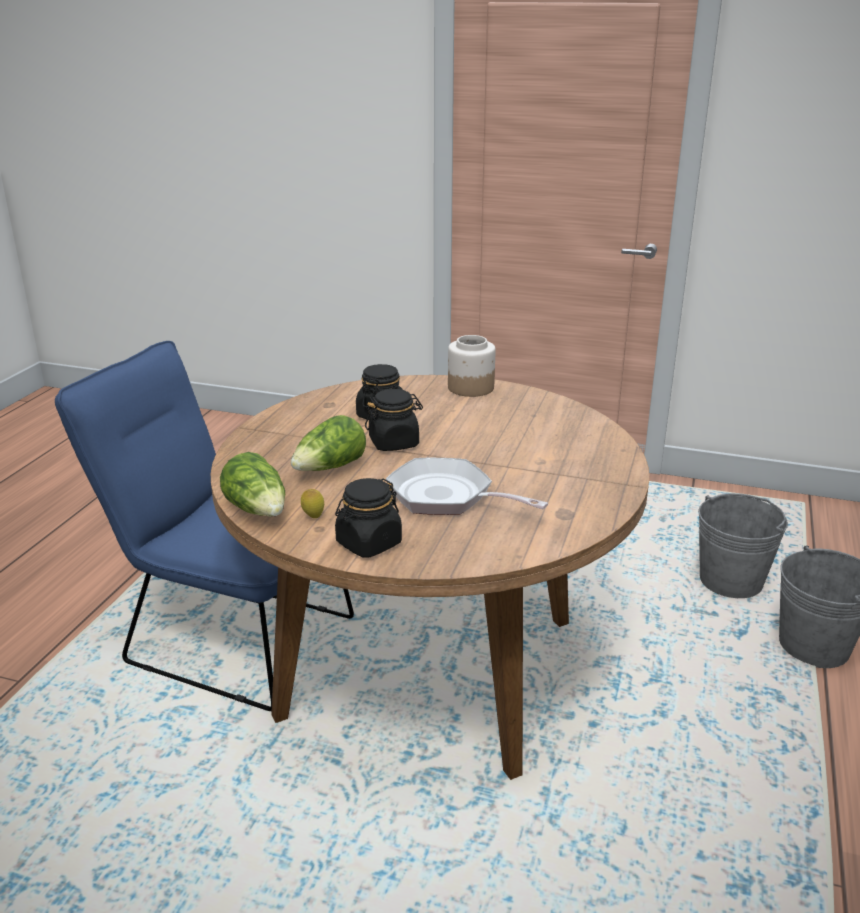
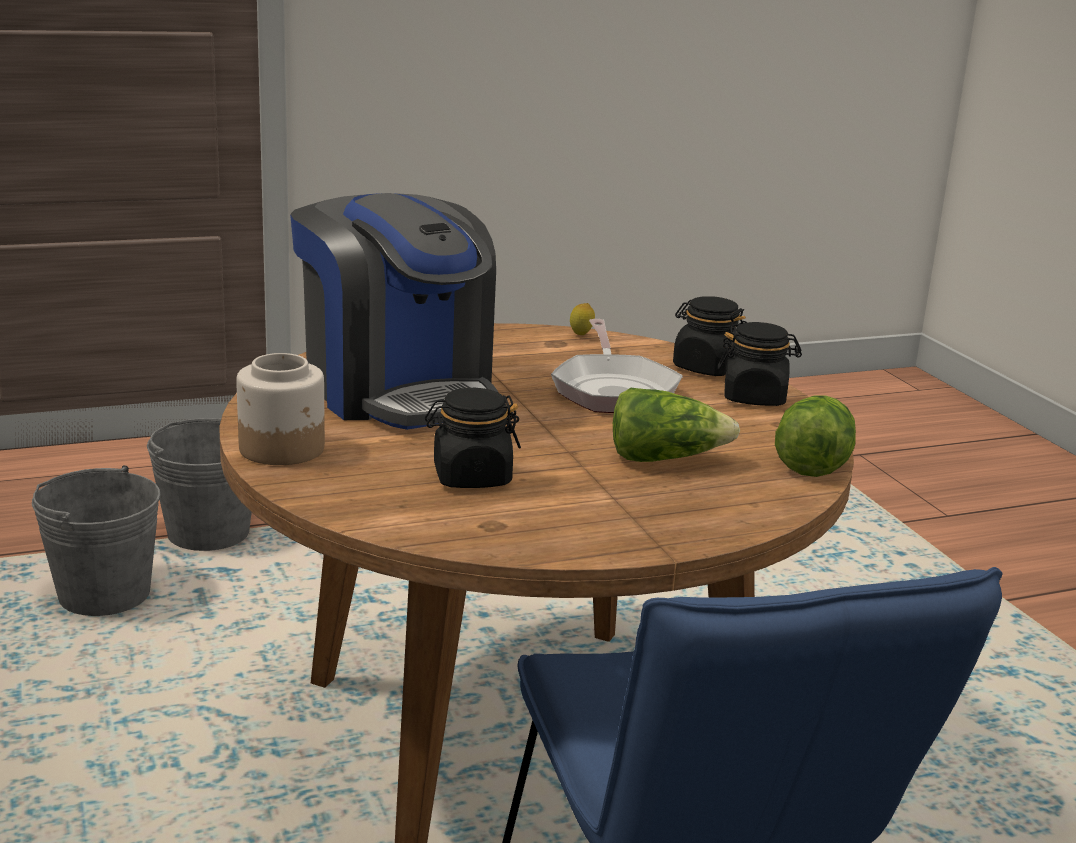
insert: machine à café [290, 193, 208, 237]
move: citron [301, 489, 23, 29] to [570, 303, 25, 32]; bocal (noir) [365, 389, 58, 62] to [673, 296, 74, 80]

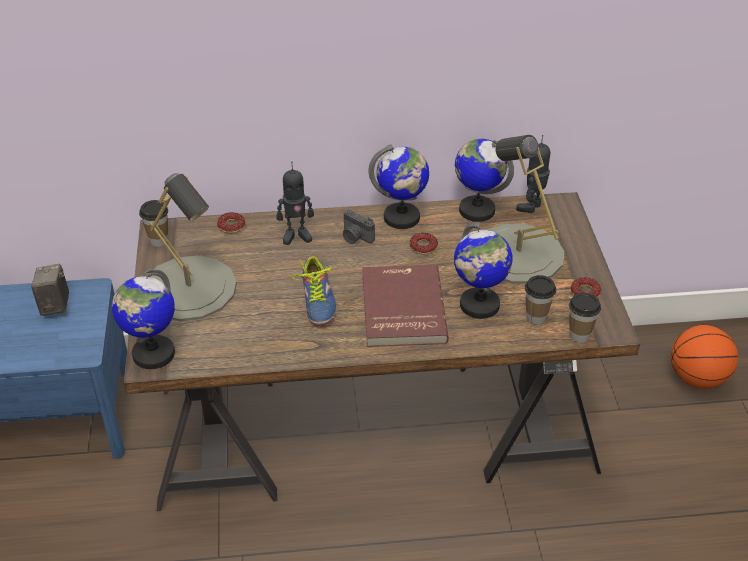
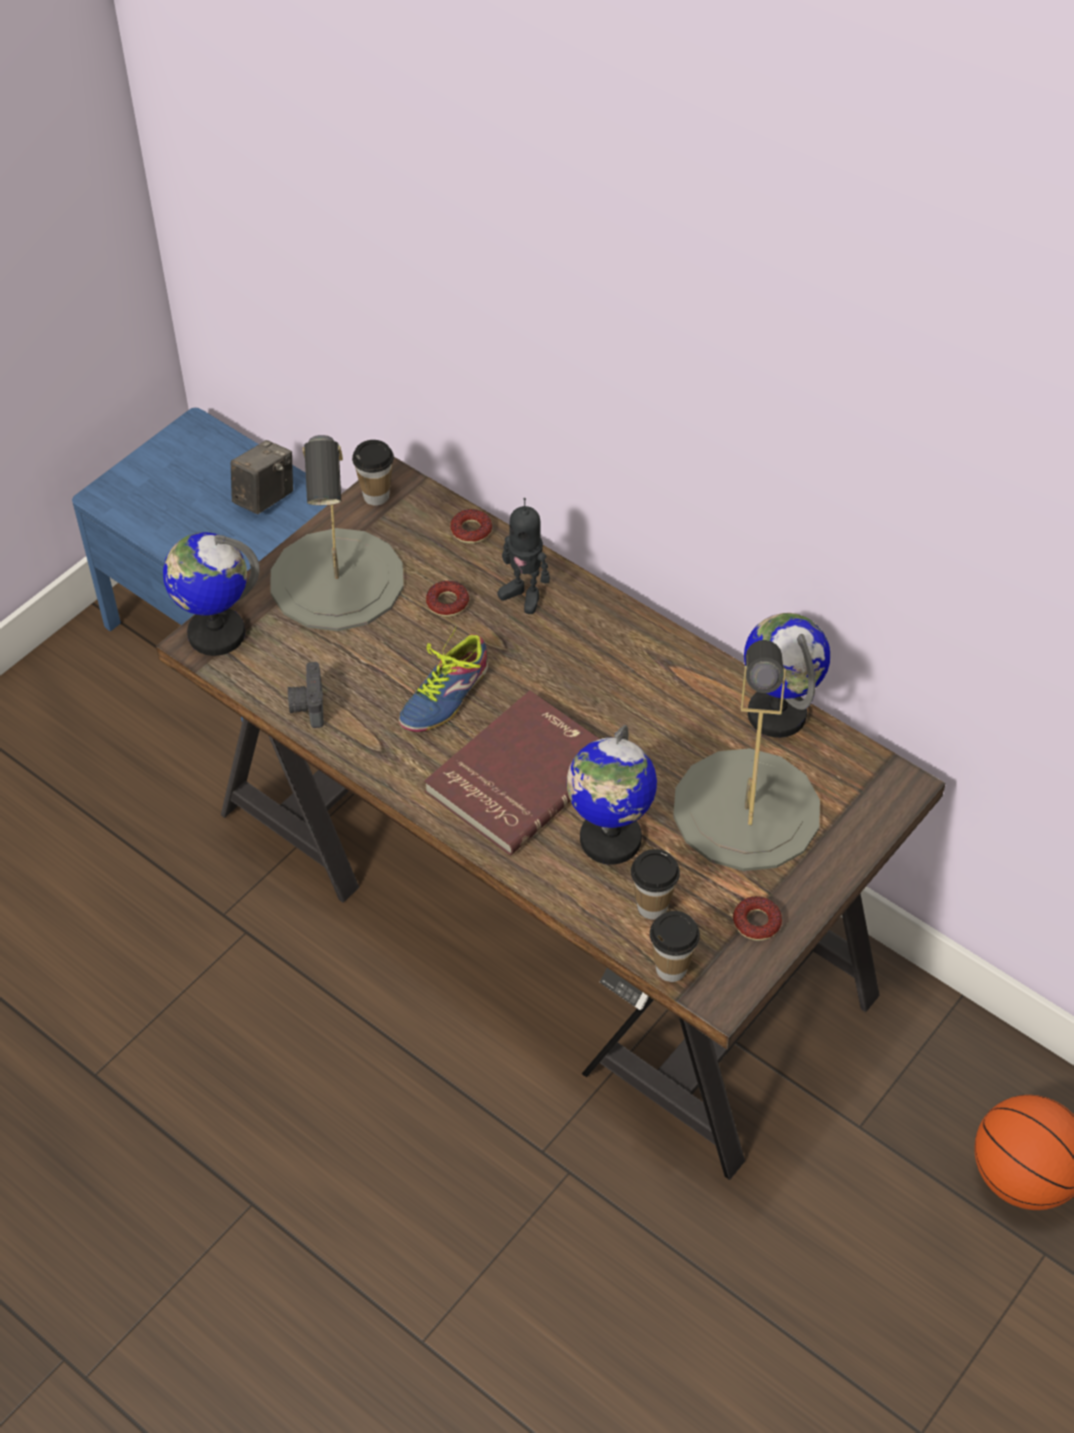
delete: globe [368, 144, 61, 85]; robot jouet [516, 135, 34, 78]
move: appareil photo [343, 210, 32, 34] to [288, 662, 36, 66]; beignet [409, 233, 29, 22] to [426, 581, 43, 36]

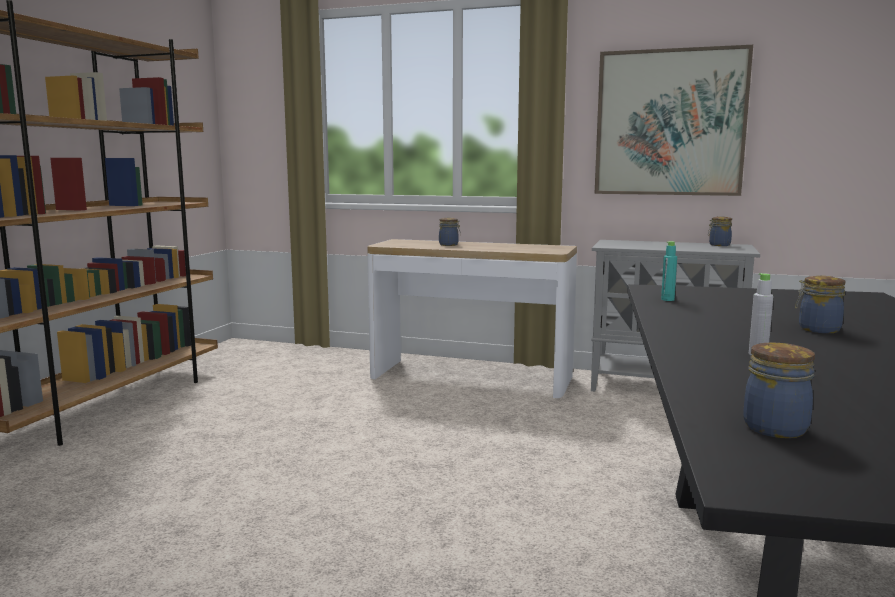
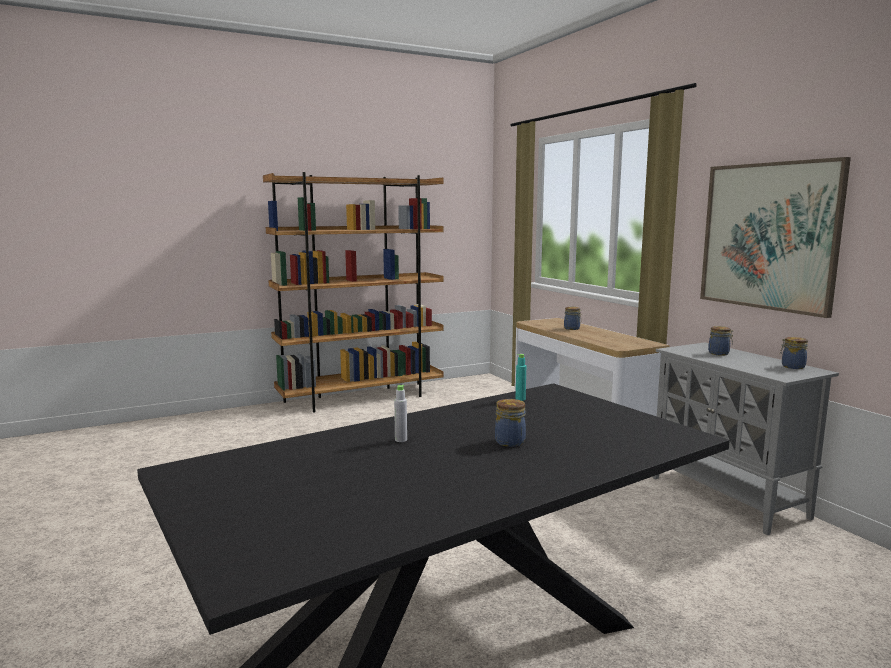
move: bocal [743, 343, 72, 95] to [708, 326, 25, 30]

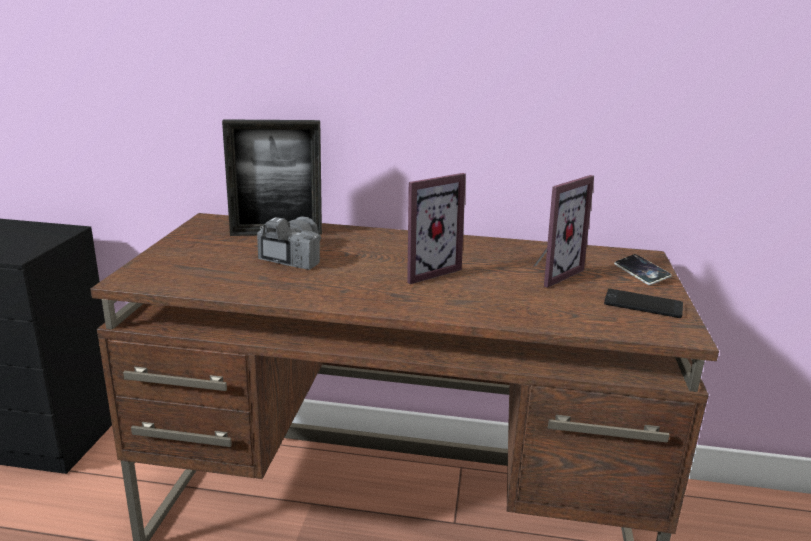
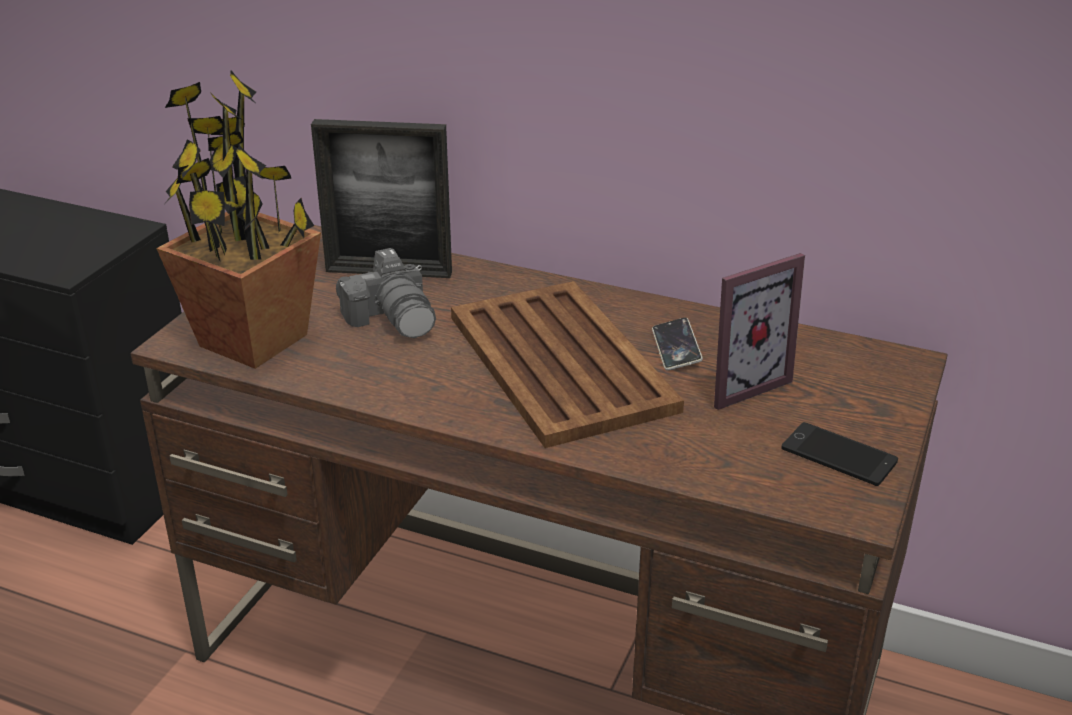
insert: plante en pot [156, 71, 165, 298]
move: téléphone [614, 254, 58, 31] to [652, 318, 51, 53]
replace: cadre photo [407, 173, 59, 111] to plateau (marron) [451, 281, 233, 167]
rotate: appareil photo [257, 217, 64, 53] = [336, 248, 100, 90] 120 degrees clockwise

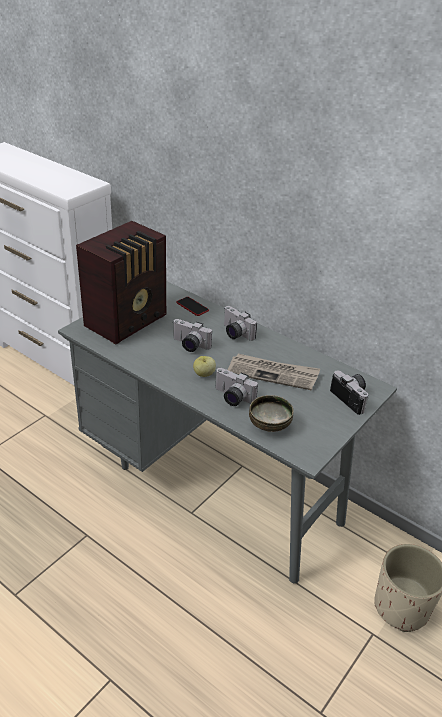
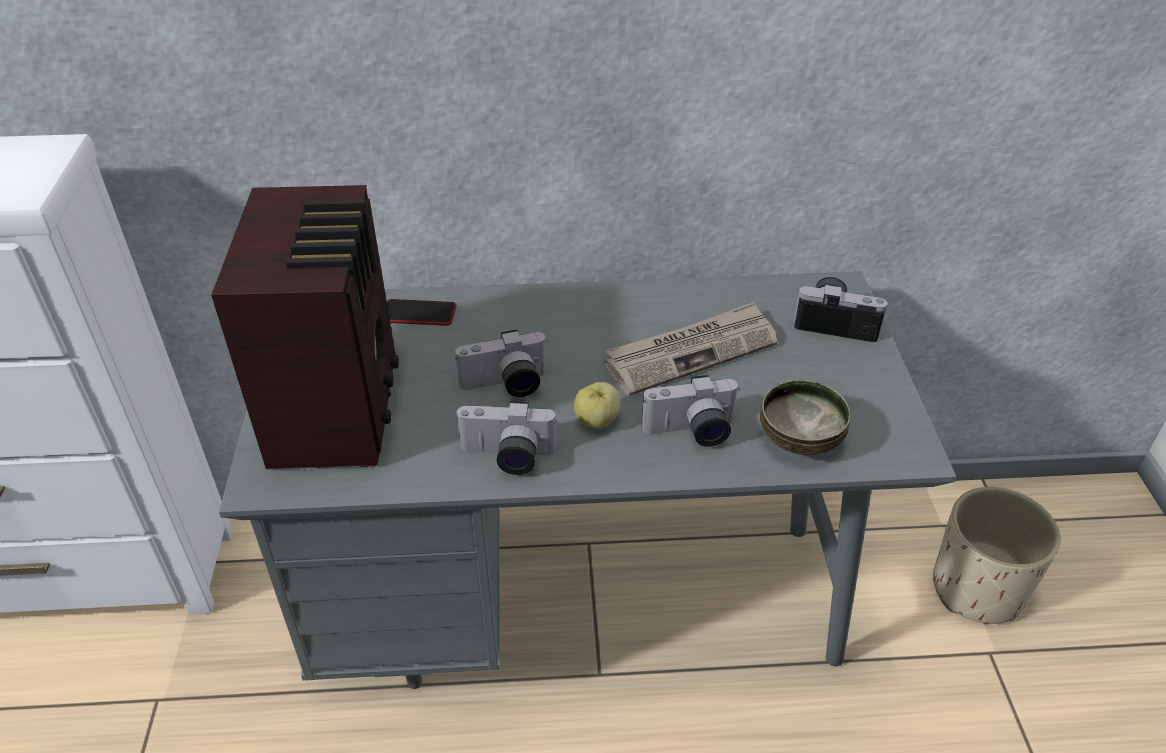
move: appareil photo [224, 306, 33, 35] to [455, 401, 102, 74]

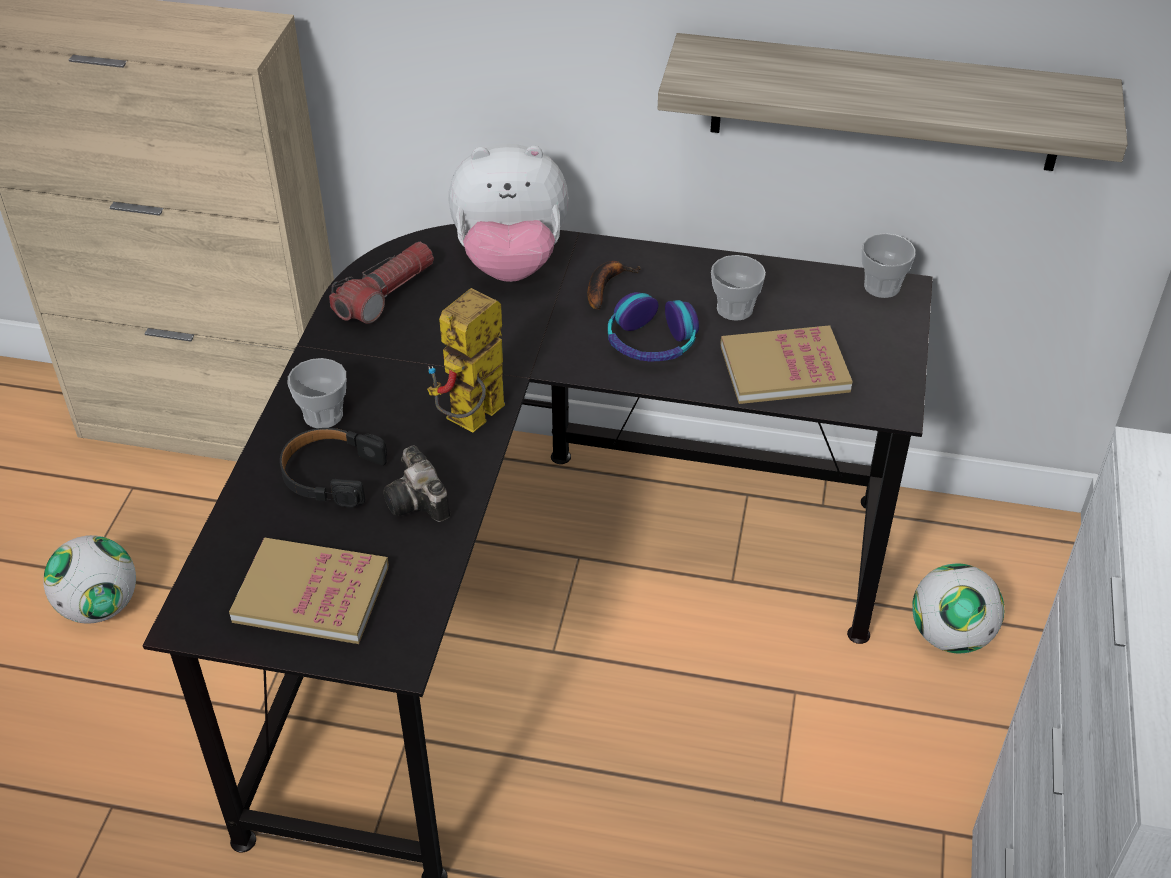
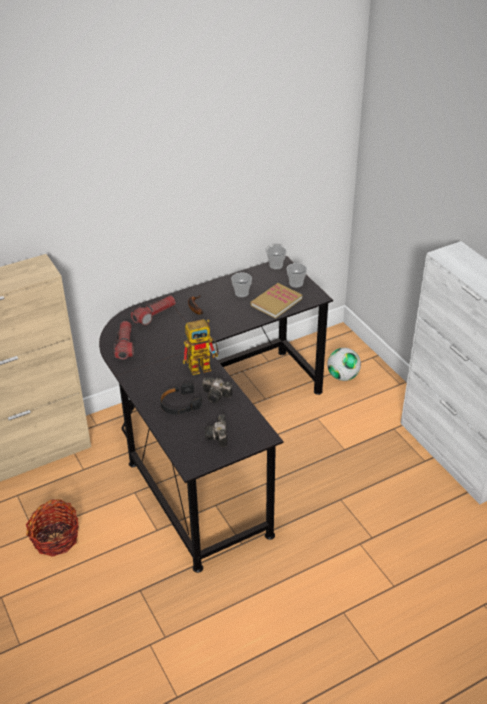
delete: casque audio [608, 292, 91, 69]; étagère [658, 33, 470, 138]
move: tasse [288, 358, 58, 70] to [287, 263, 20, 25]
replace: ballon de foot [43, 535, 93, 89] to panier [26, 499, 53, 58]; livre [229, 538, 160, 106] to appareil photo [205, 414, 22, 33]; peluche [449, 144, 120, 138] to lampe de poche [131, 295, 45, 30]
rotate: robot jouet [427, 288, 78, 145] = [183, 319, 36, 56] 105 degrees counterclockwise

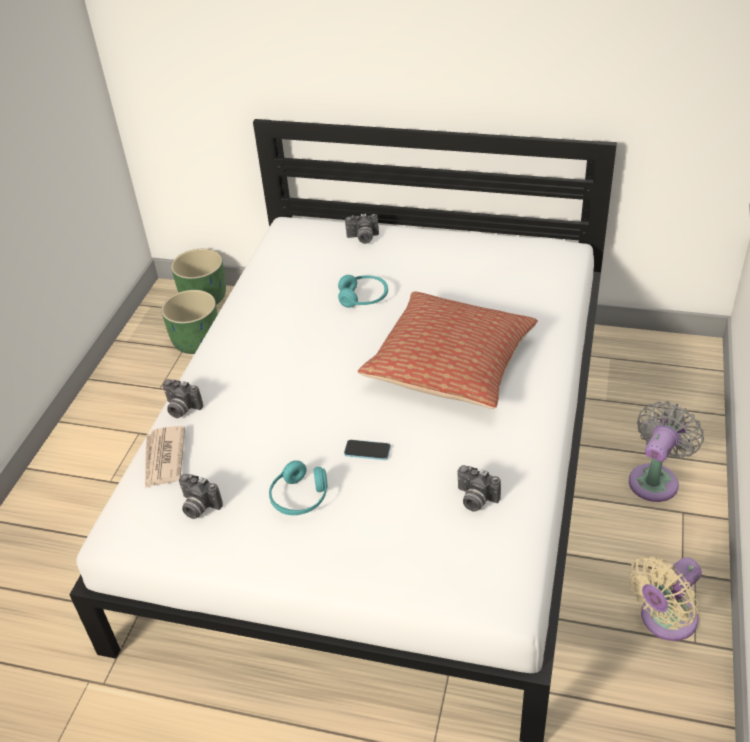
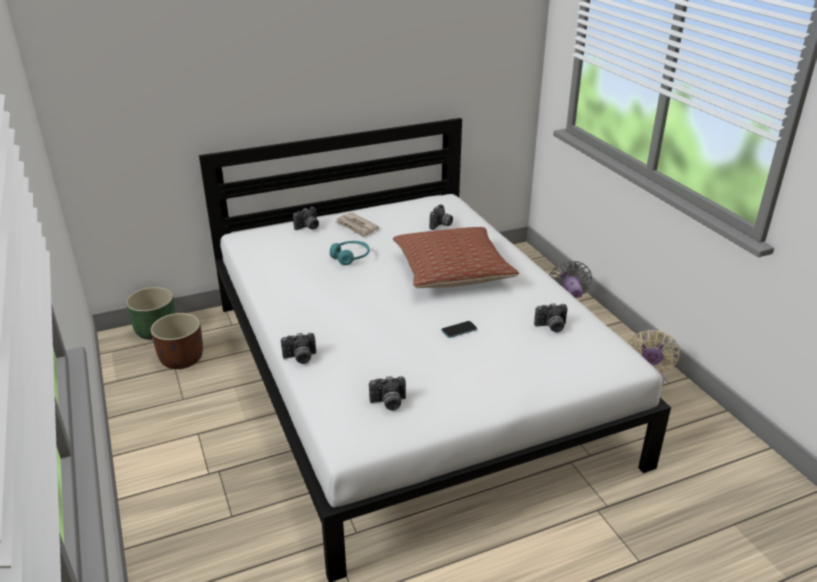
delete: casque audio (turquoise) [269, 461, 59, 54]
insert: appareil photo [429, 204, 24, 26]
move: journal [145, 426, 40, 62] to [335, 213, 44, 25]
recolor: cache-pot (vert) [161, 290, 57, 64] to cache-pot (marron) [151, 313, 52, 56]

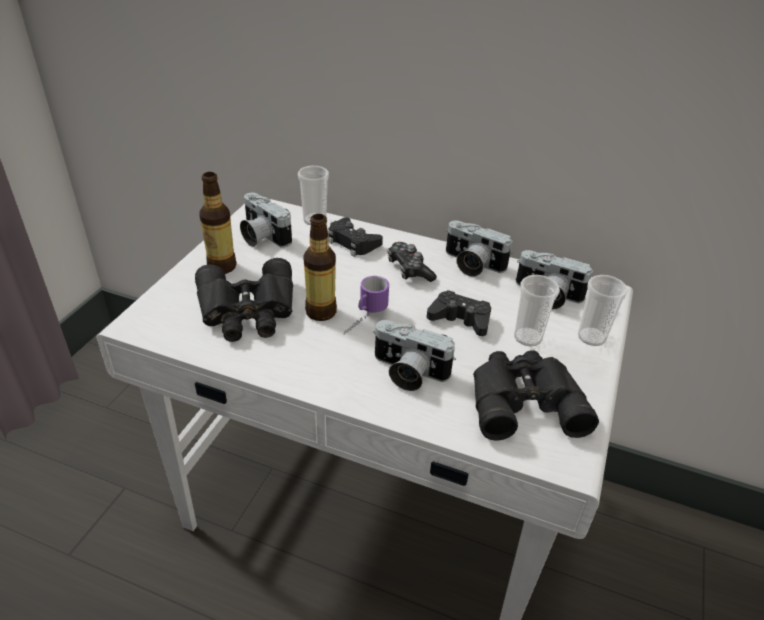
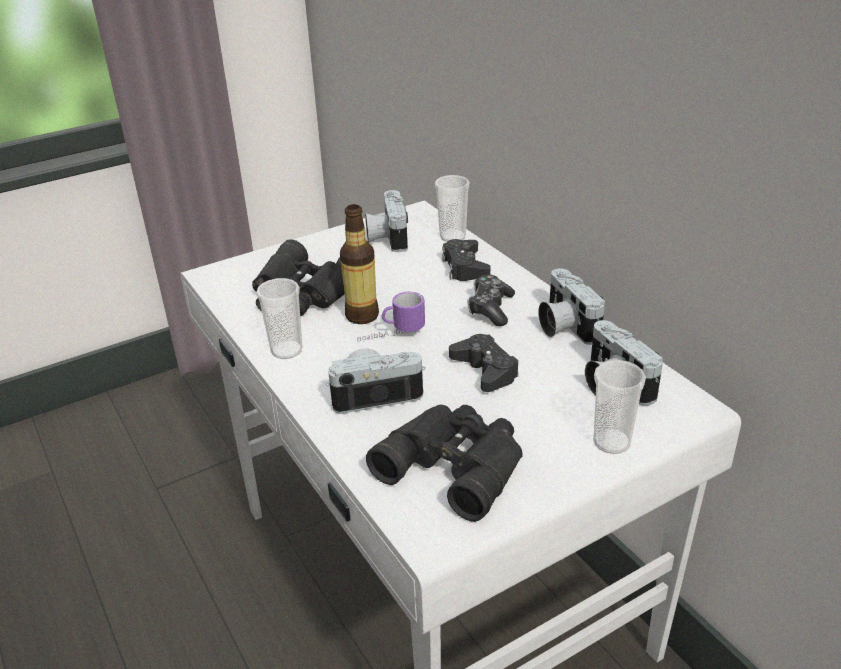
delete: bouteille [199, 172, 38, 102]
move: tasse [514, 275, 46, 71] to [256, 278, 47, 81]
rotate: appareil photo [373, 320, 83, 71] = [326, 349, 100, 65] 105 degrees clockwise

